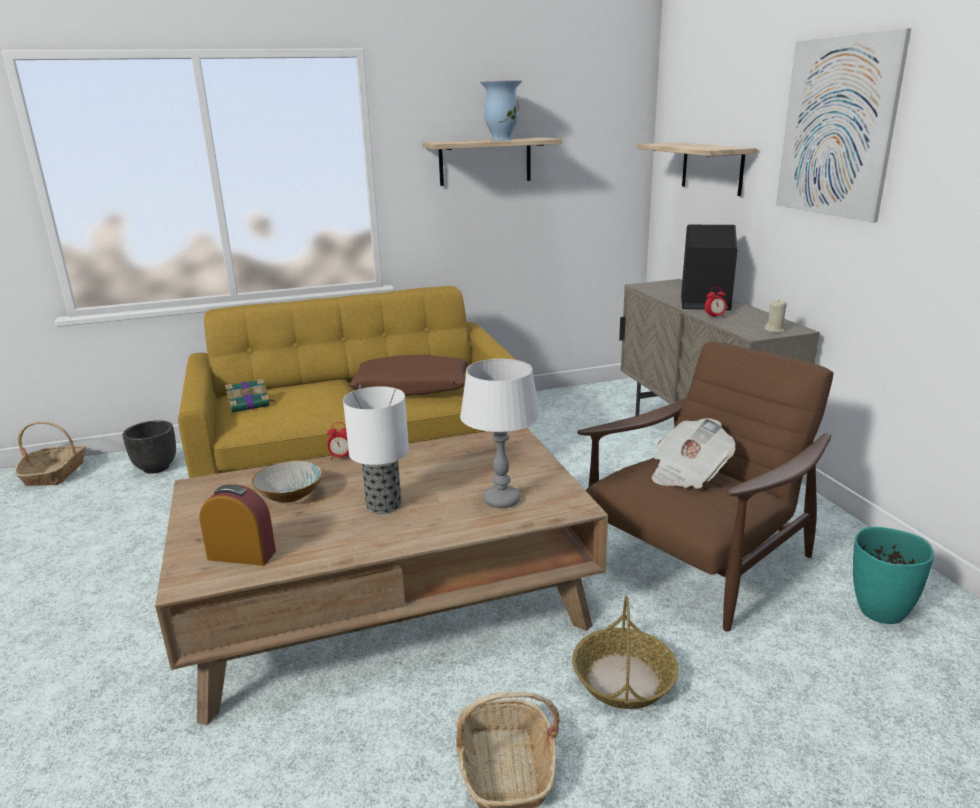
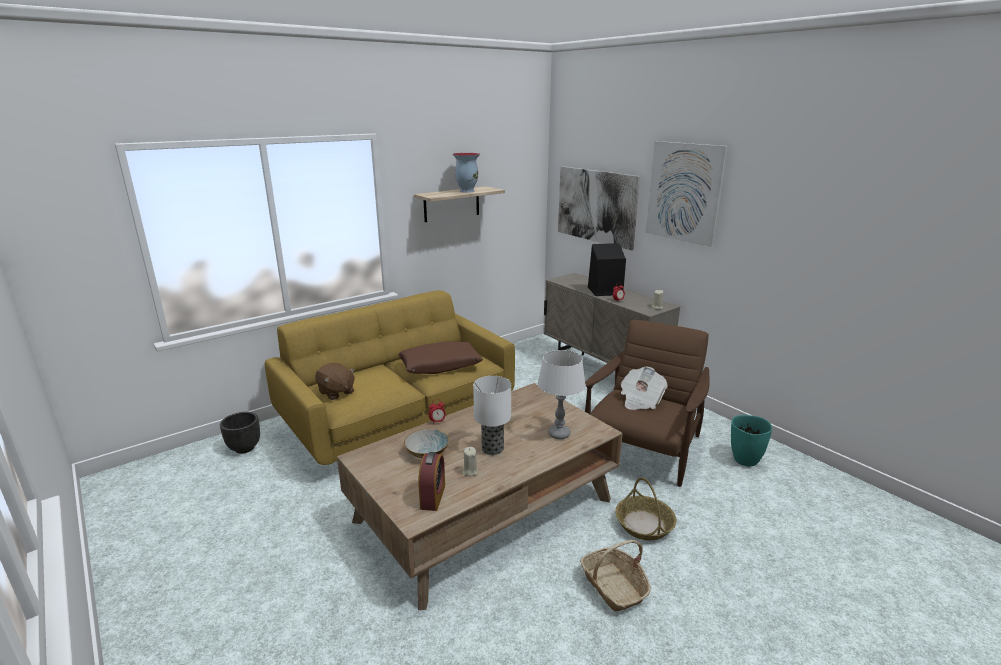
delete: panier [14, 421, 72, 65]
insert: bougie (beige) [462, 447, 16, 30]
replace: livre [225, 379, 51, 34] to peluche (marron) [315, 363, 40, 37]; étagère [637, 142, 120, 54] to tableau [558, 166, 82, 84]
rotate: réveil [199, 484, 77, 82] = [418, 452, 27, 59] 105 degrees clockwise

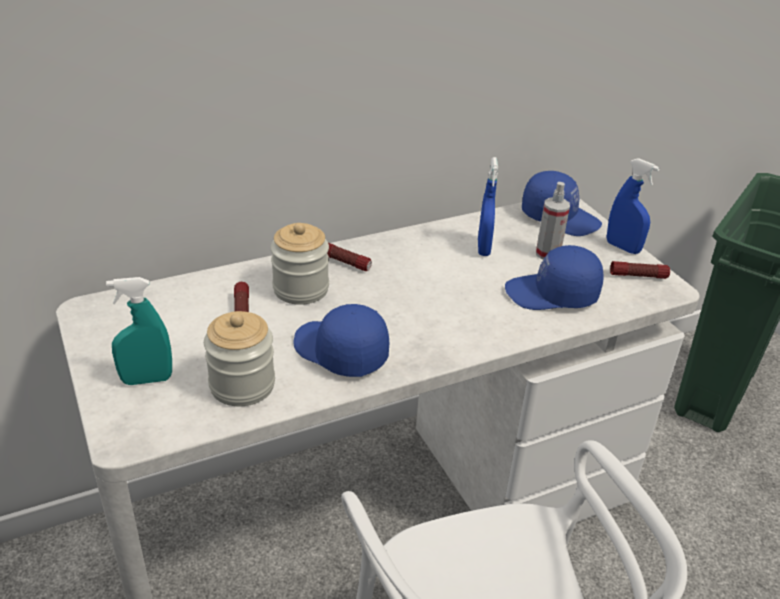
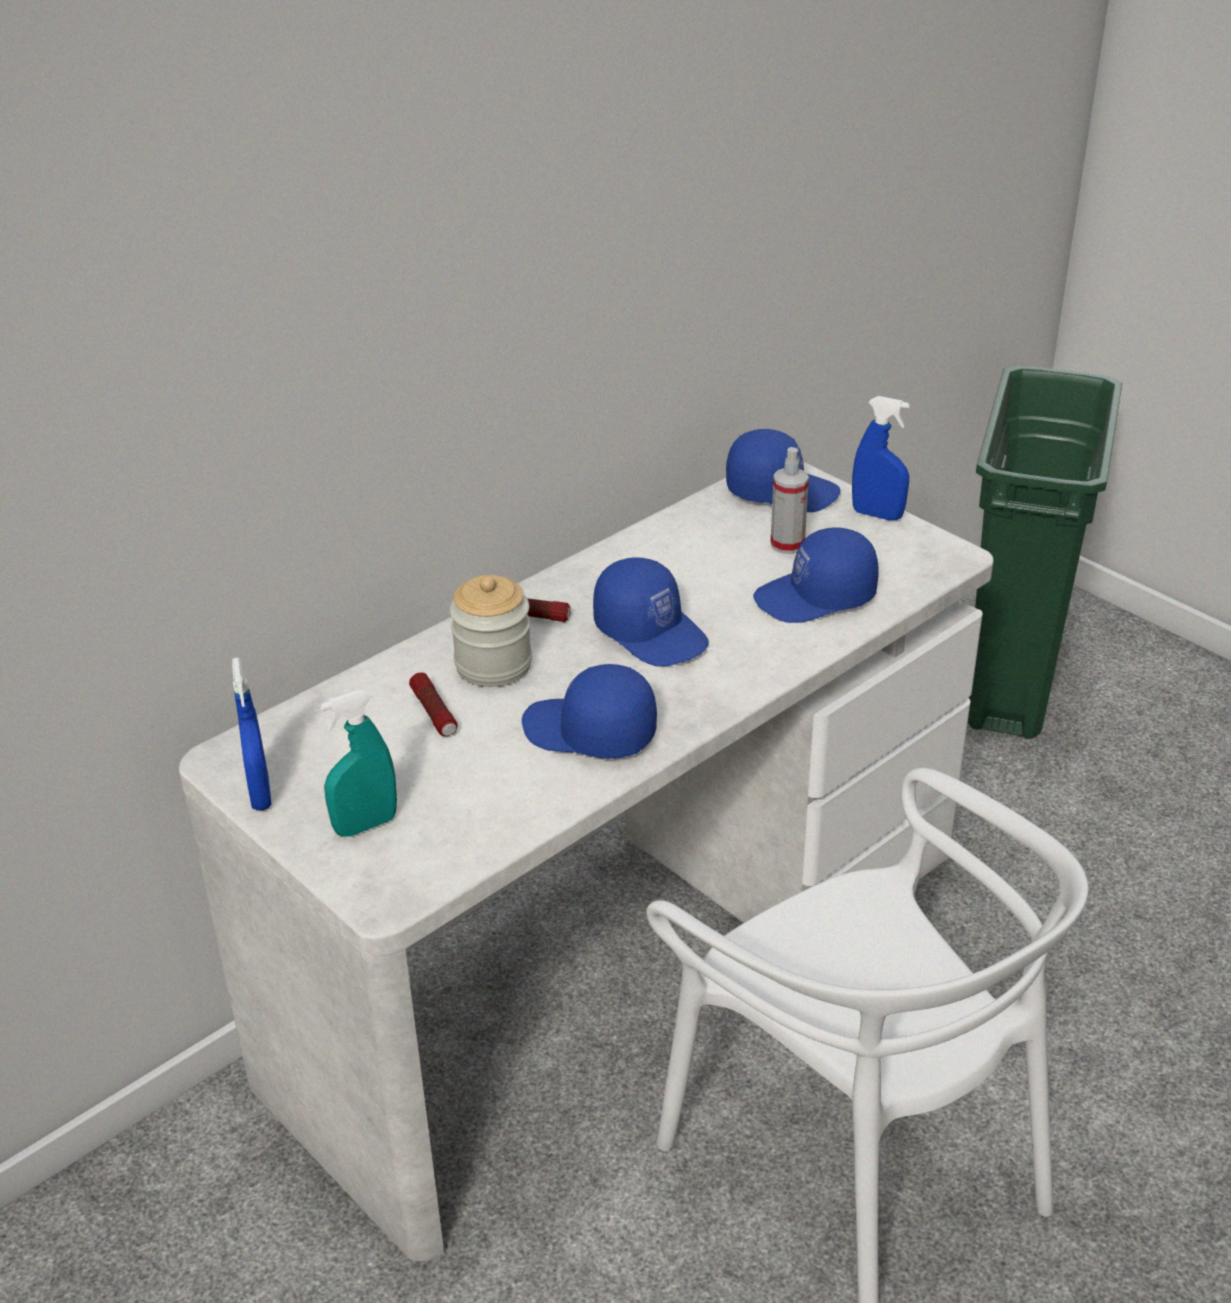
delete: bocal [204, 311, 71, 95]; lampe de poche [610, 261, 60, 18]
insert: casquette (bleu) [593, 558, 116, 109]
move: vaporisateur (bleu) [478, 157, 20, 99] to [232, 657, 40, 153]

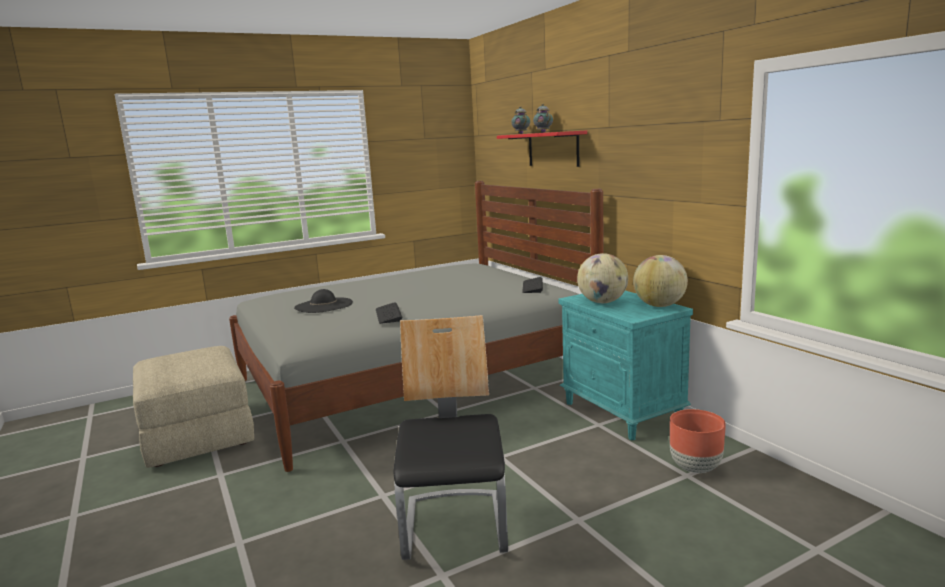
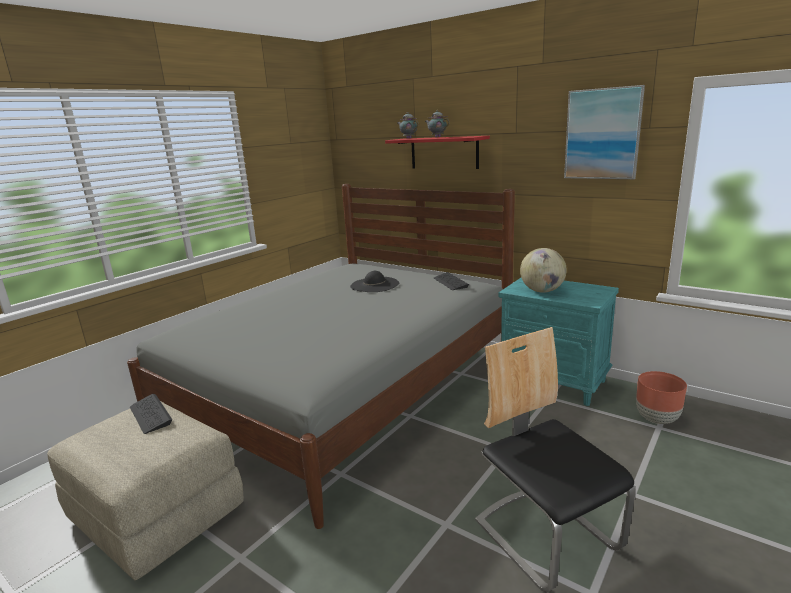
delete: globe [633, 255, 55, 52]
insert: tableau [564, 85, 81, 94]
move: chapeau (noir) [294, 289, 59, 24] to [350, 271, 49, 21]; clavier [376, 302, 27, 22] to [130, 394, 42, 40]

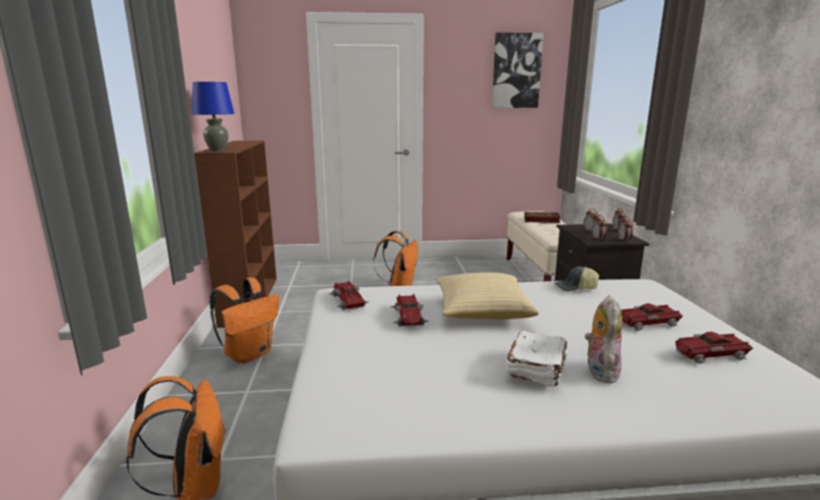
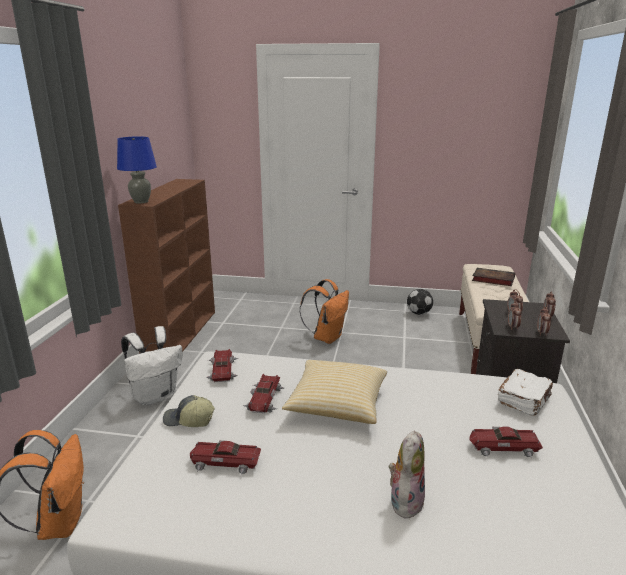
delete: tableau [492, 32, 52, 76]
insert: ballon de foot [407, 289, 26, 26]
move: livre (blanc) [506, 330, 61, 56] to [498, 369, 55, 47]; casquette [555, 266, 44, 26] to [163, 395, 52, 32]; petite voiture [675, 332, 78, 32] to [190, 440, 71, 35]
recolor: sac à dos (orange) [210, 277, 69, 87] to sac à dos (blanc) [121, 326, 61, 80]

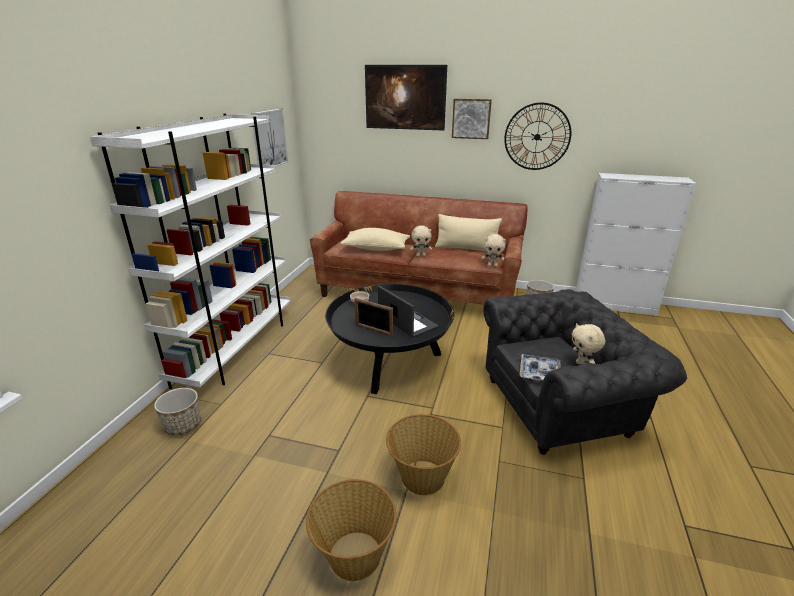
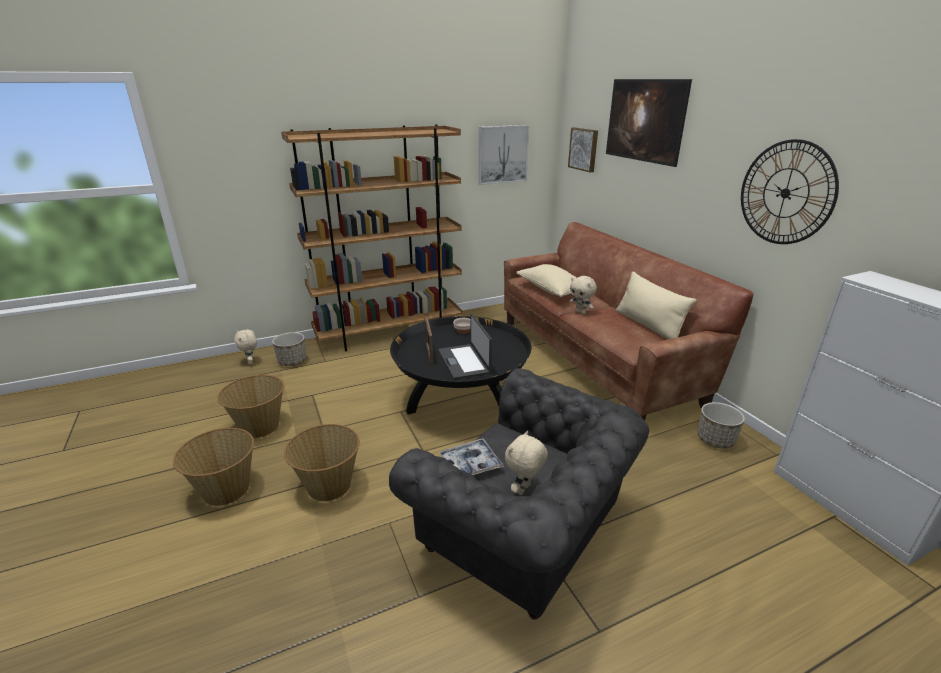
insert: panier [218, 375, 66, 63]
move: tableau [452, 99, 40, 40] to [568, 128, 30, 44]; peluche (beige) [482, 234, 24, 33] to [234, 329, 23, 35]
recolor: bibliothèque (blanc) [90, 114, 201, 275] to bibliothèque (marron) [281, 124, 181, 227]
rotate: ordinateur portable [378, 286, 61, 52] = [438, 314, 54, 65] 150 degrees clockwise

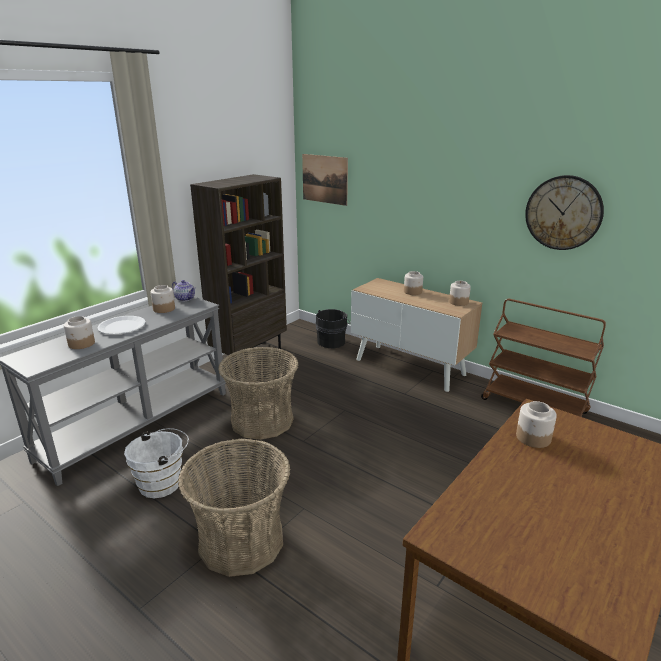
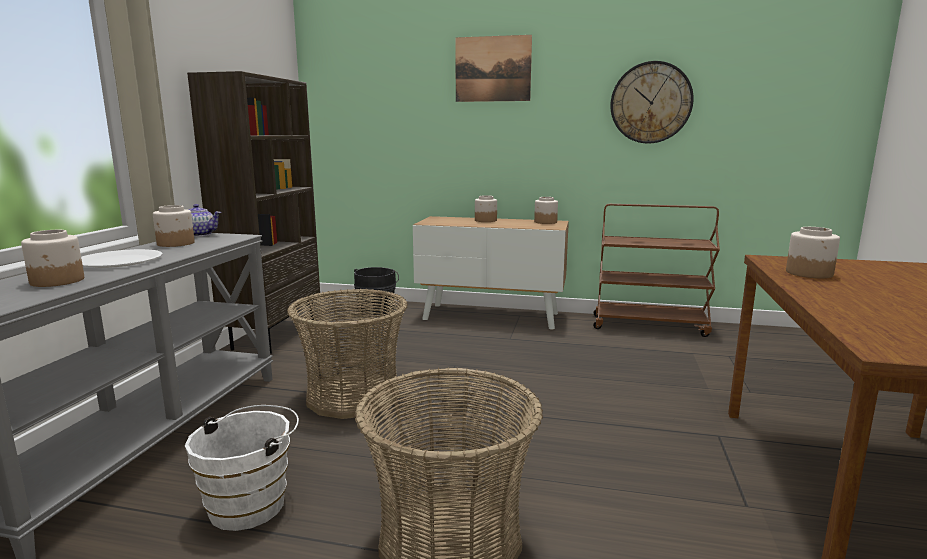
move: tableau [302, 154, 46, 52] to [455, 35, 77, 67]

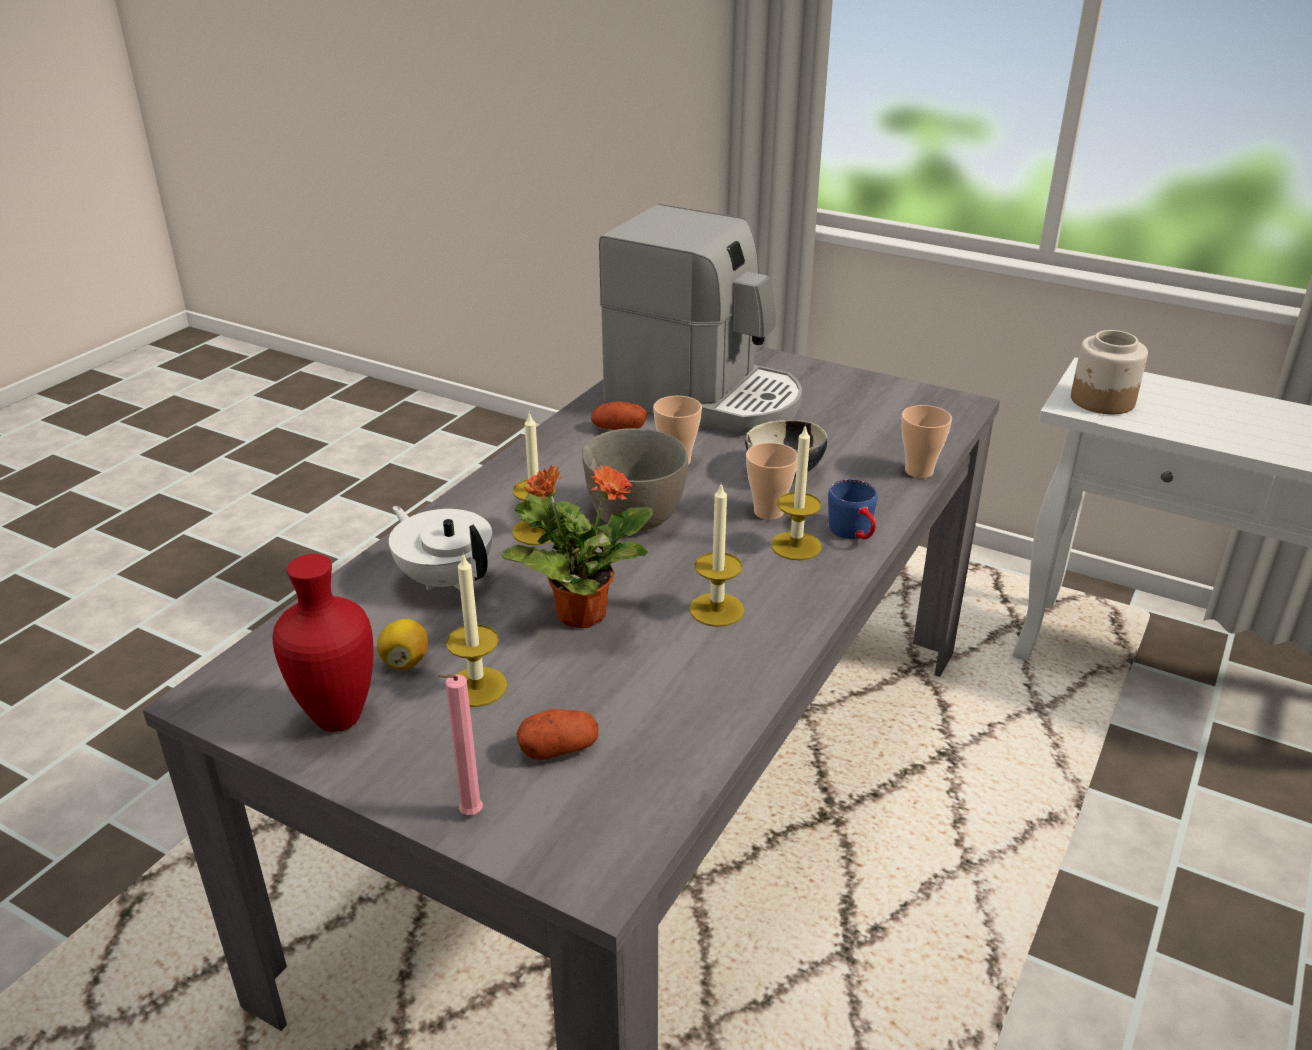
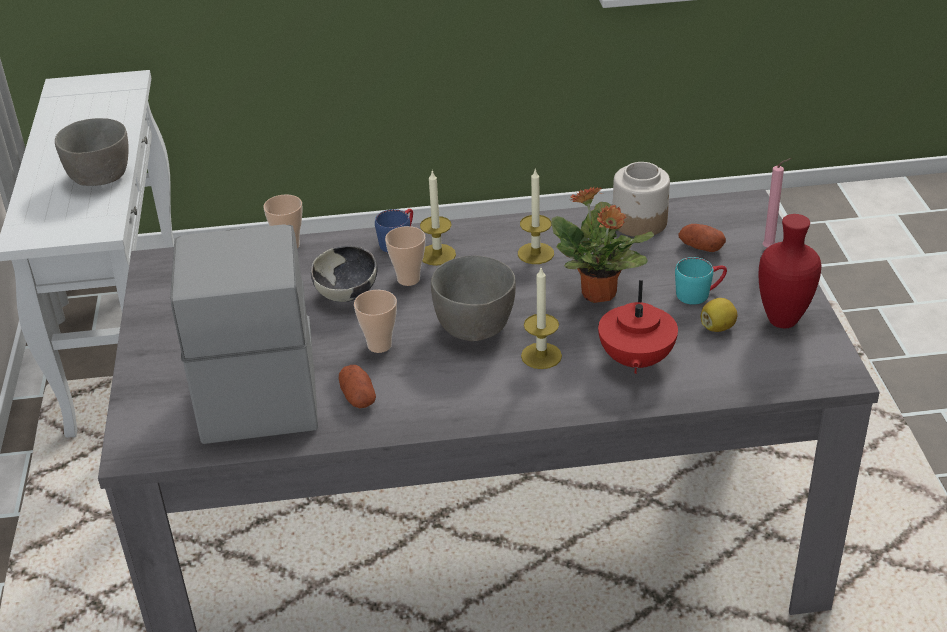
insert: bol (gris) [55, 118, 73, 68]
move: bocal [1071, 330, 77, 84] to [613, 162, 57, 75]
replace: bougie [446, 553, 61, 154] to mug (turquoise) [675, 257, 52, 48]
recolor: théière (blanc) [389, 506, 103, 84] to théière (rouge) [598, 280, 80, 94]

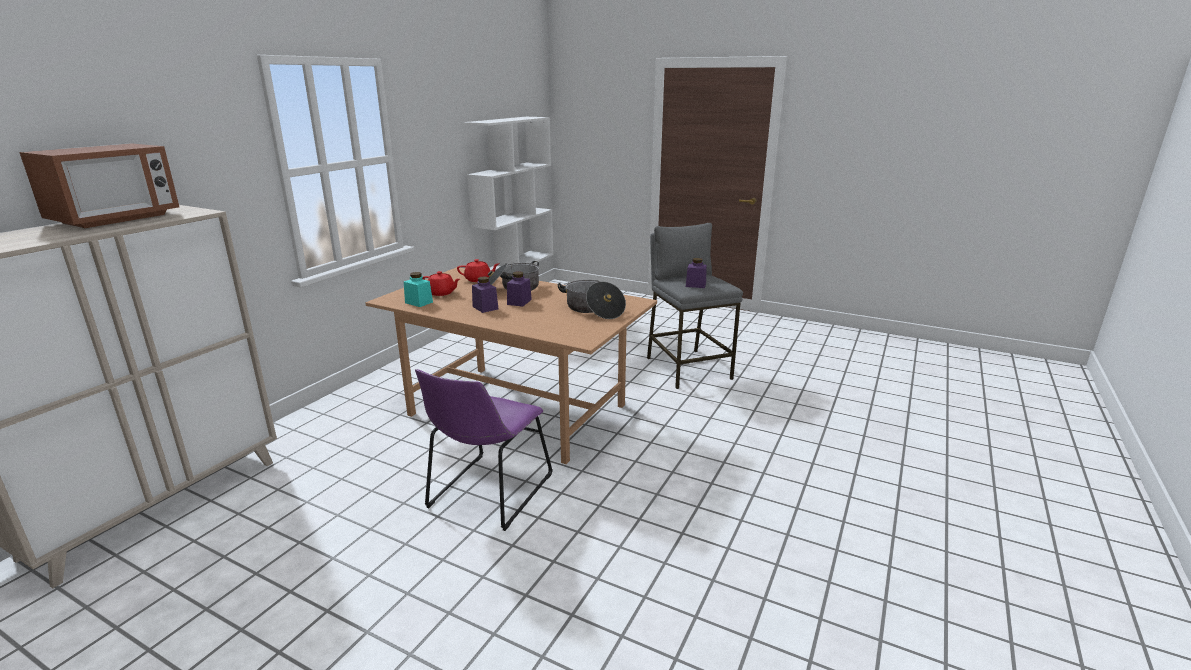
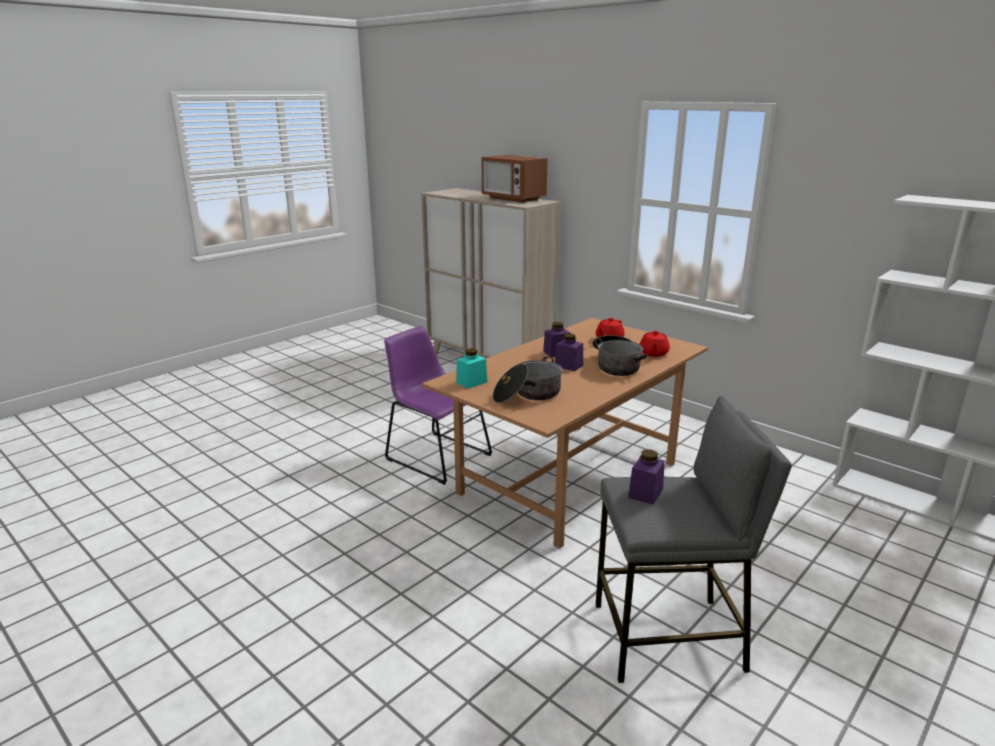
move: bocal (turquoise) [404, 272, 29, 35] to [456, 348, 31, 41]

